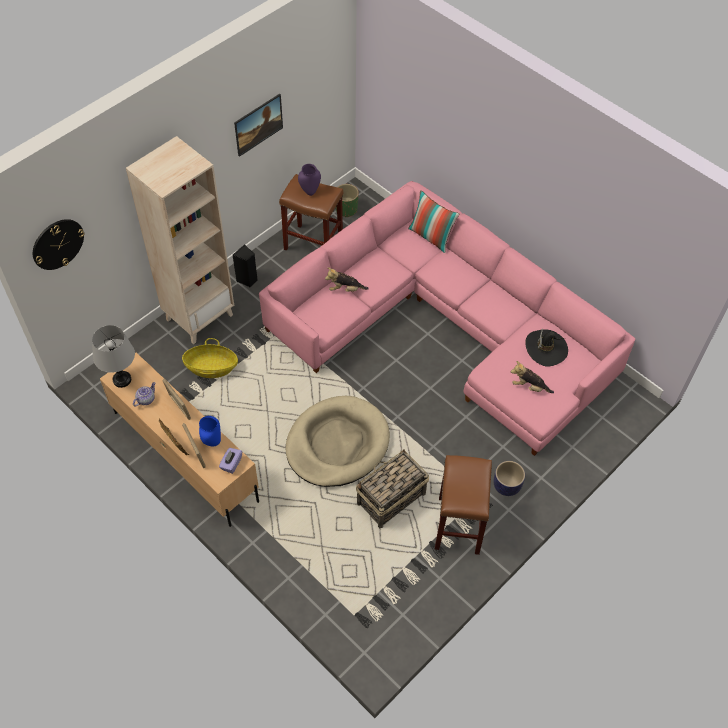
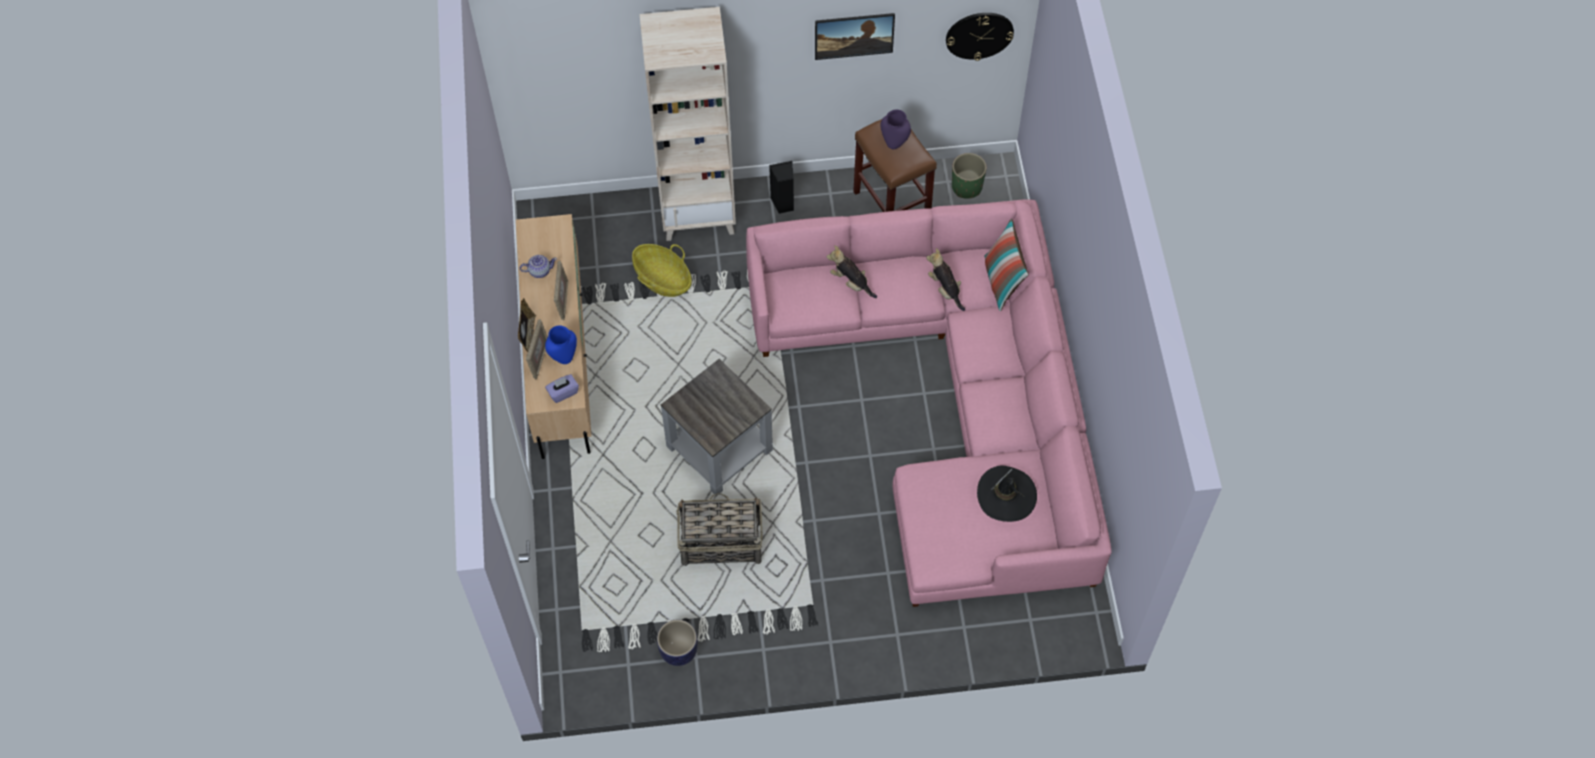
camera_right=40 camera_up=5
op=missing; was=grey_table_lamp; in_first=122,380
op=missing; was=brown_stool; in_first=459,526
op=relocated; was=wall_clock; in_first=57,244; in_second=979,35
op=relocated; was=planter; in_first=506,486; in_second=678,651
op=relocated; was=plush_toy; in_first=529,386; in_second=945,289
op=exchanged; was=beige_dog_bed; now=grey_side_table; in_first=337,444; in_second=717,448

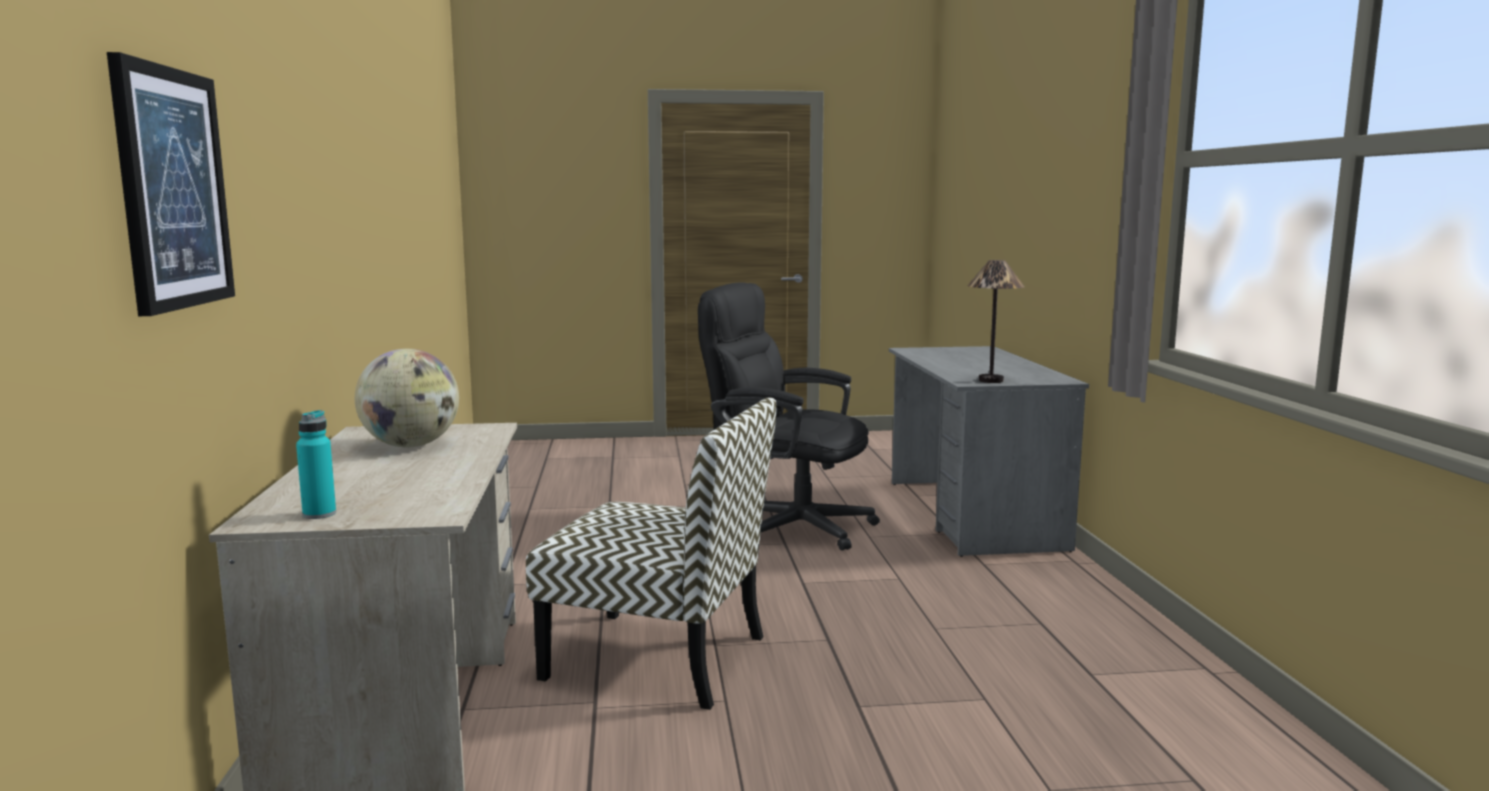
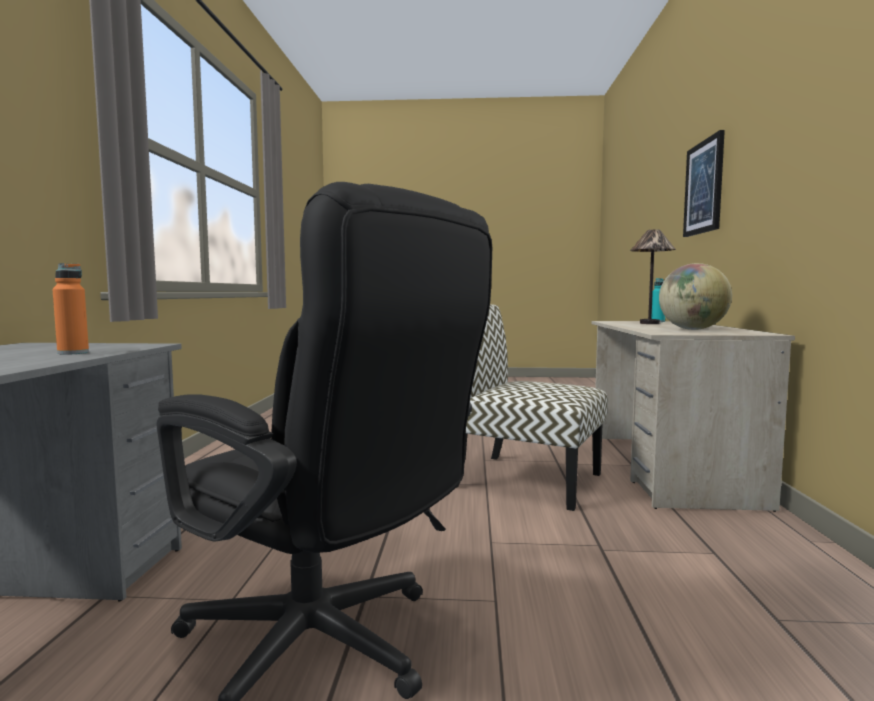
camera_right=-170 camera_up=-5
op=appeared; now=orange_bottle; in_second=73,353
op=relocated; was=table_lamp; in_first=991,381; in_second=649,323

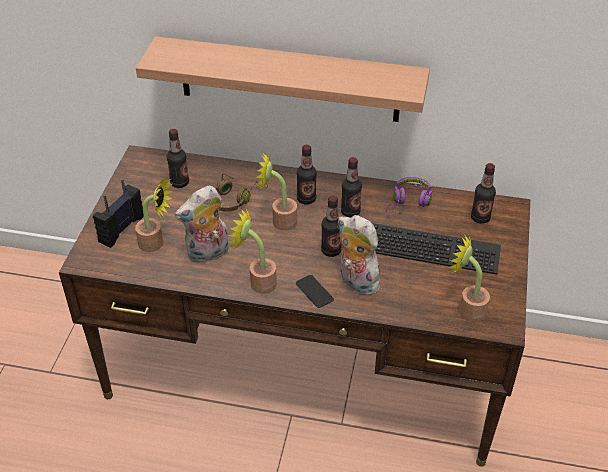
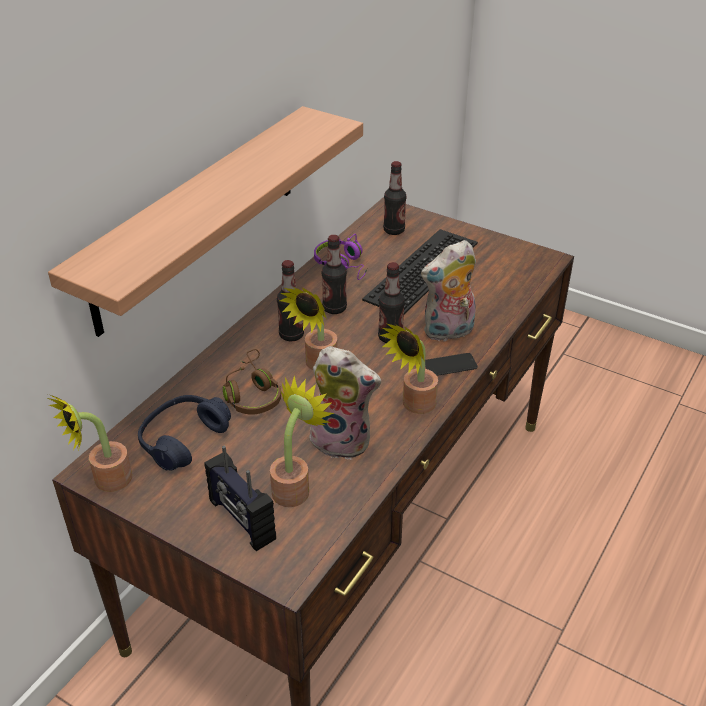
camera_right=-70 camera_up=-5
op=relocated; was=potted_plant; in_first=467,309; in_second=106,482
op=exchanged; was=bottle; now=blue_headphones; in_first=179,183; in_second=183,439
op=spun; was=plush_toy; in_first=208,254; in_second=343,440; clockwise=-60

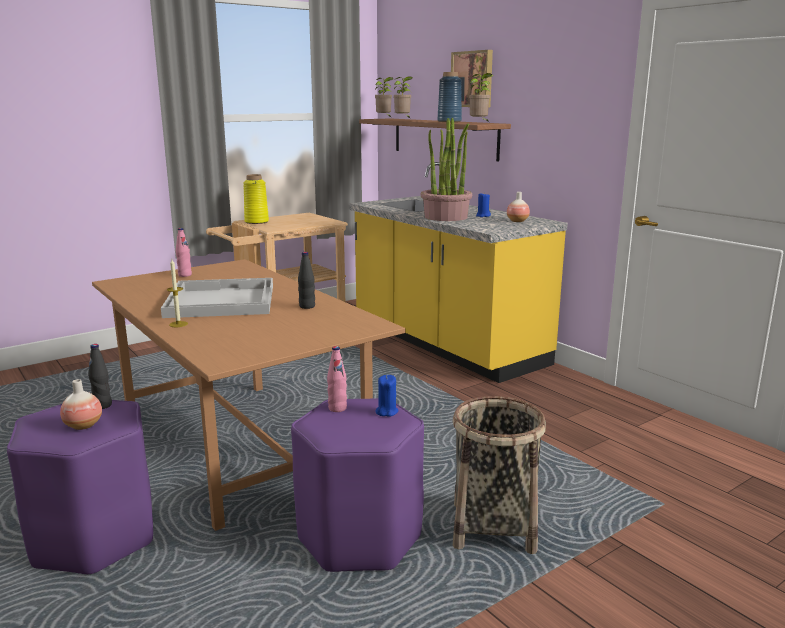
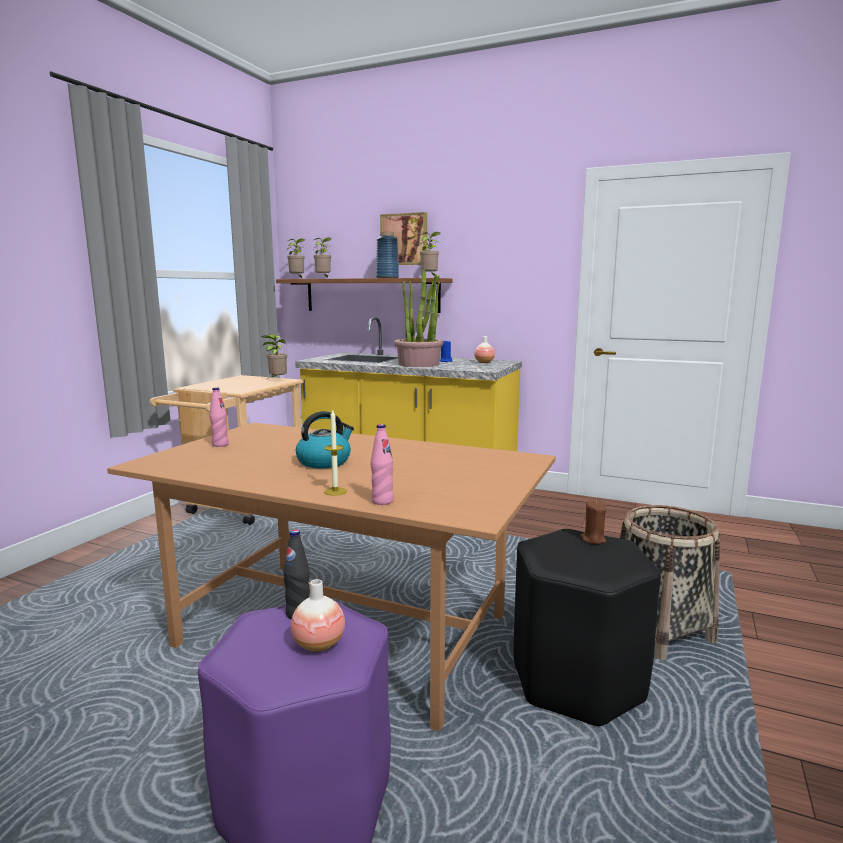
camera_right=-30 camera_up=-5
op=missing; was=yellow_vase; in_first=256,222
op=missing; was=black_bottle; in_first=307,306
op=appeared; now=potted_plant; in_second=277,380
op=relocated; was=pink_bottle; in_first=337,408; in_second=382,501
op=exchanged; was=white_tray; now=kettle; in_first=220,300; in_second=324,462
op=colour; was=purple_stool; now=black_stool; in_first=359,538; in_second=577,682
op=colour; was=blue_candle; now=brown_candle; in_first=386,411; in_second=593,539

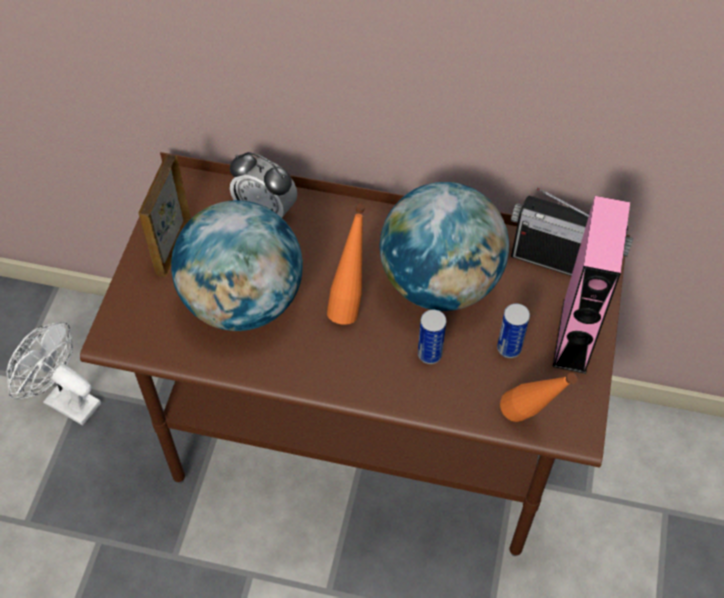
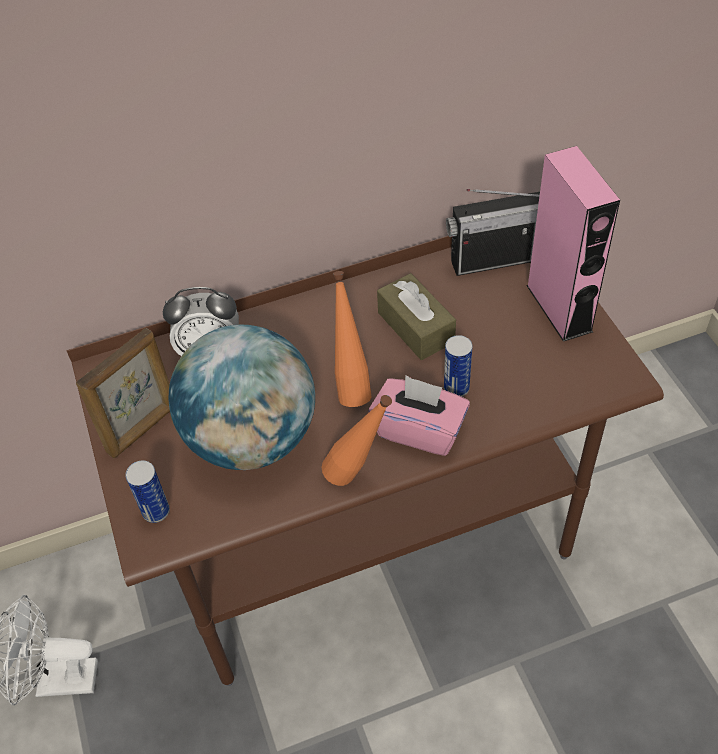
camera_right=-30 camera_up=-5
op=appeared; now=pink_tissue_box; in_second=419,430
op=relocated; was=can; in_first=509,348; in_second=156,511
op=relocated; was=orange_bottle; in_first=528,422; in_second=358,478
op=exchanged; was=globe; now=brown_tissue_box; in_first=440,283; in_second=416,327
op=spun; was=picture_frame; in_first=173,247; in_second=143,429; clockwise=-120

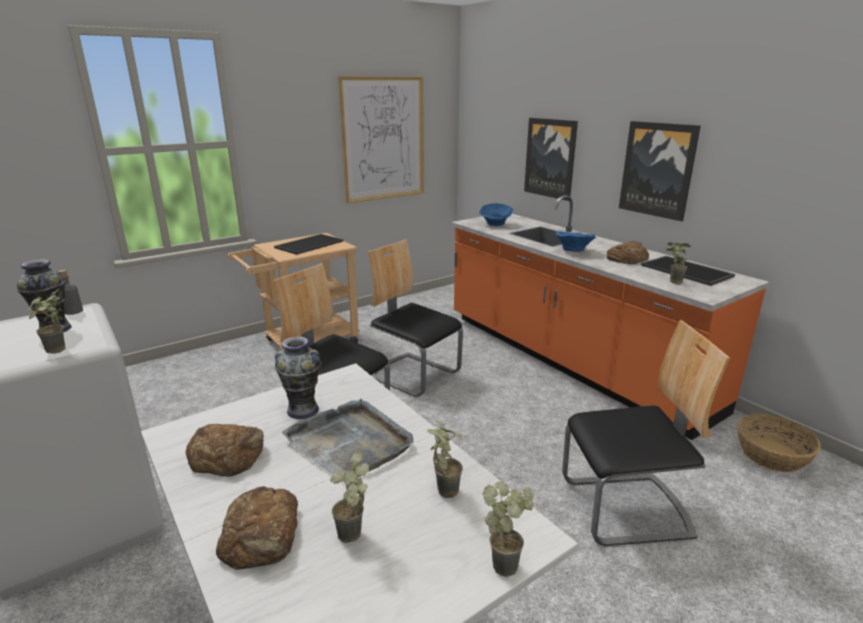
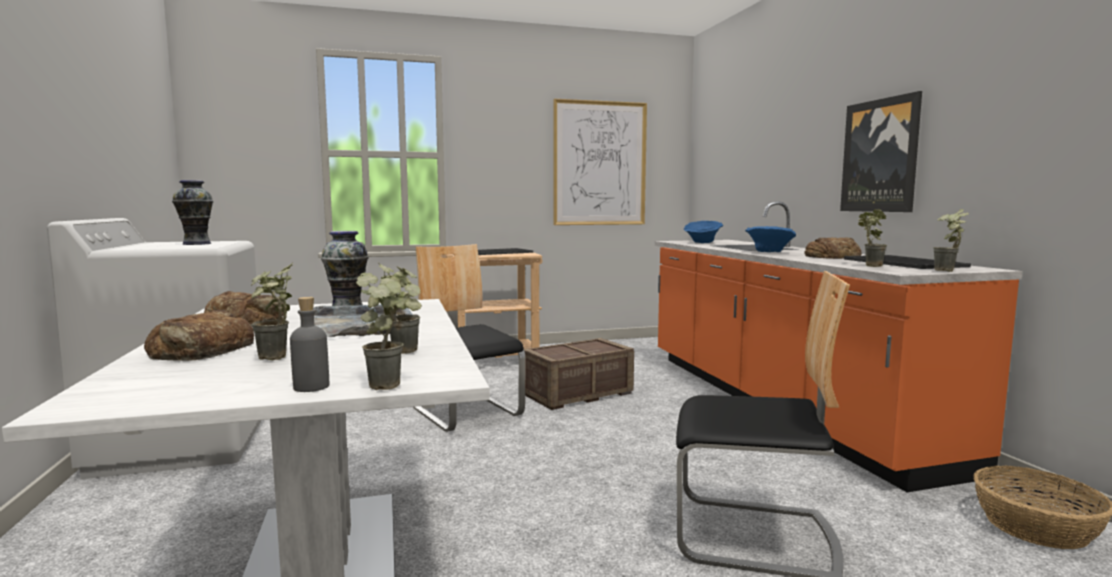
camera_right=20 camera_up=-15
op=missing; was=picture; in_first=550,158
op=relocated; was=potted_plant; in_first=56,352; in_second=948,271
op=relocated; was=grey_bottle; in_first=73,311; in_second=311,387
op=exchanged; was=chair; now=crate; in_first=414,375; in_second=577,393

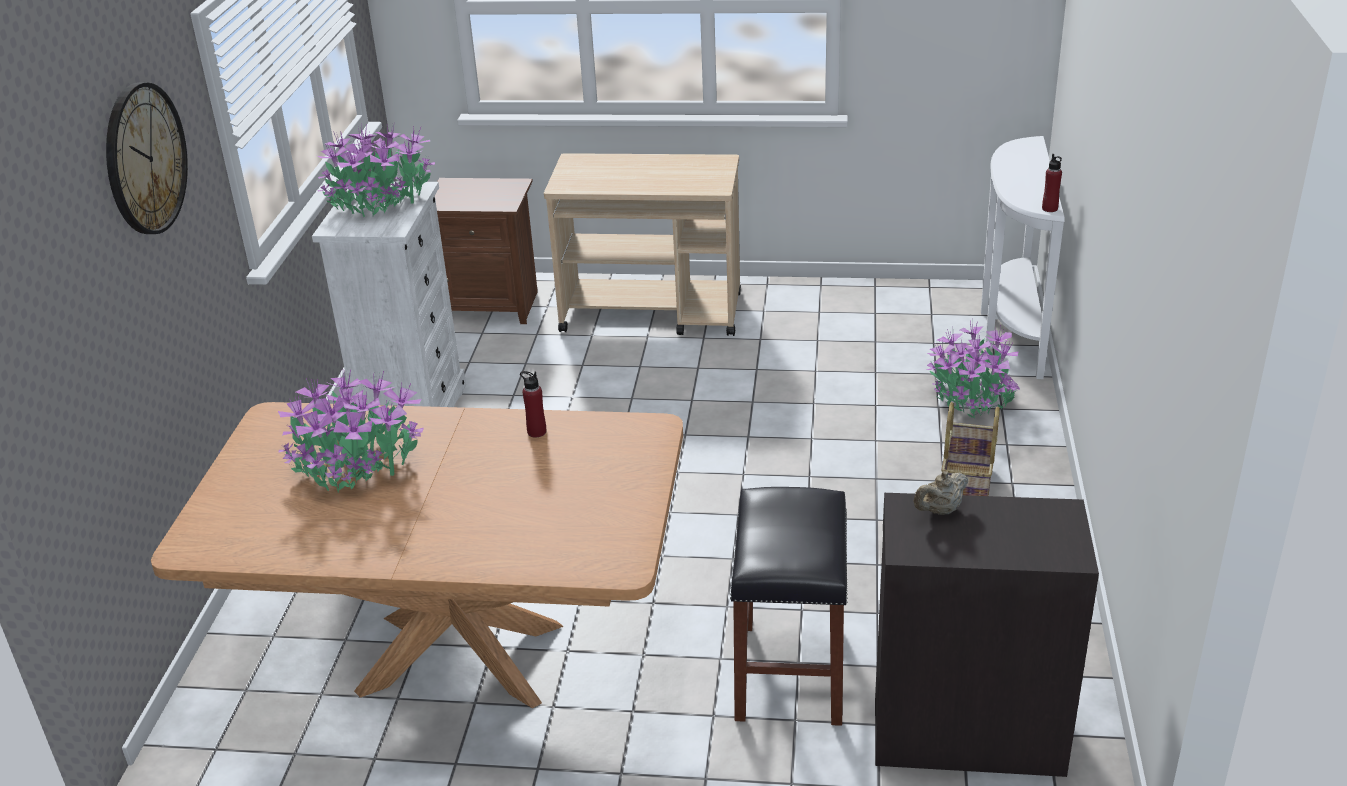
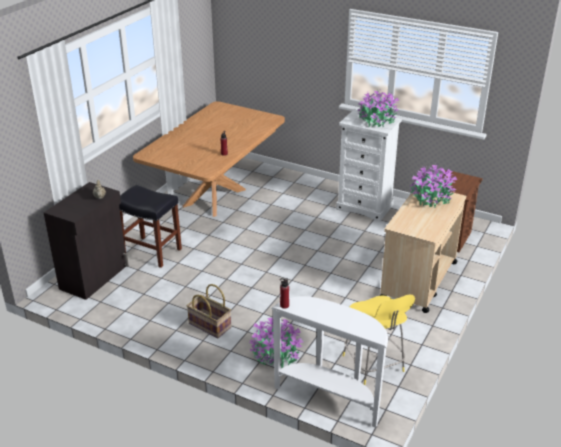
camera_right=110 camera_up=0
op=missing; was=wall_clock; in_first=144,158
op=appeared; now=yellow_stool; in_second=374,365
op=relocated; was=potted_plant; in_first=357,465; in_second=430,199

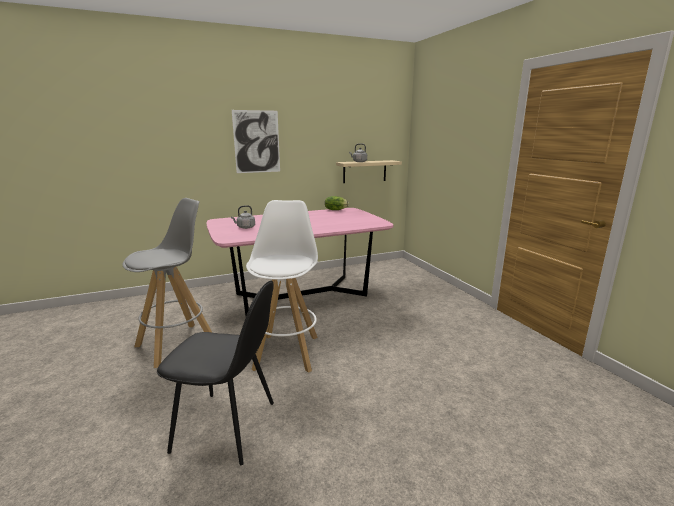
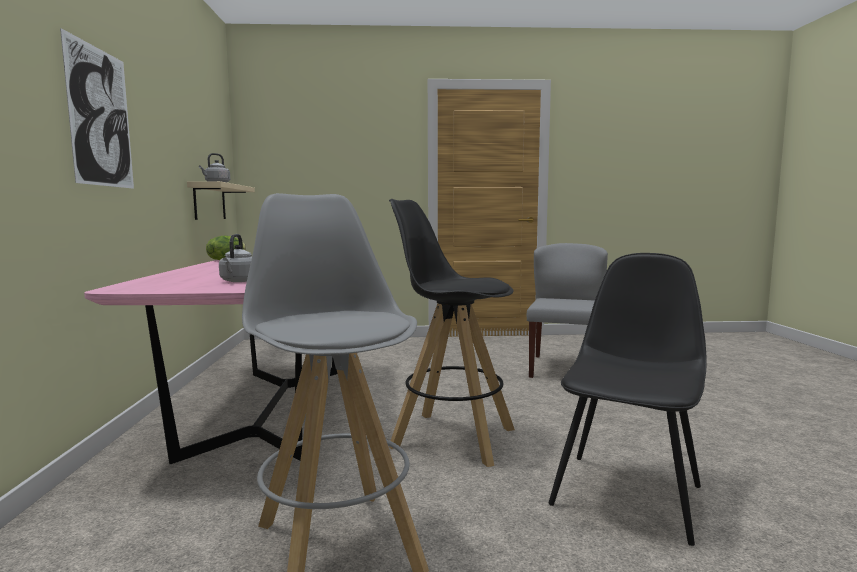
camera_right=-70 camera_up=-10
op=appeared; now=grey_chair; in_second=565,368
op=colour; was=white_stool; now=black_stool; in_first=287,351; in_second=452,437

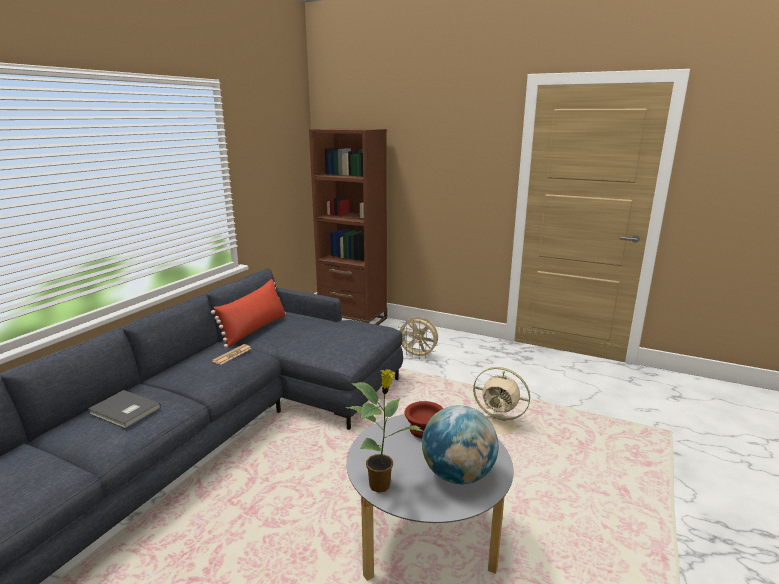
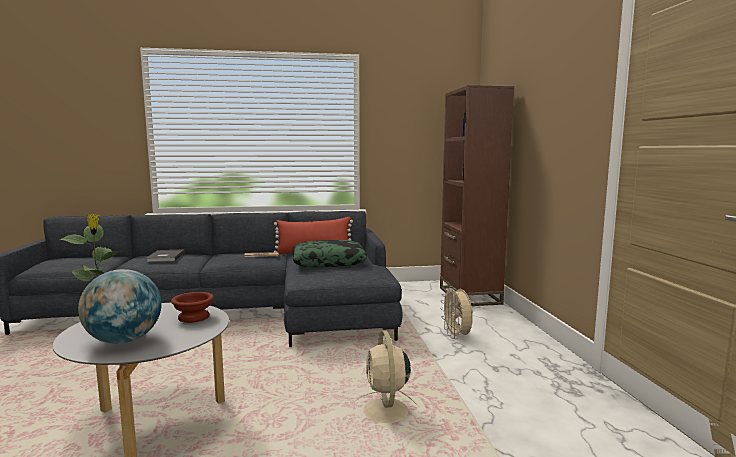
camera_right=55 camera_up=-10
op=appeared; now=pillow; in_second=329,262

